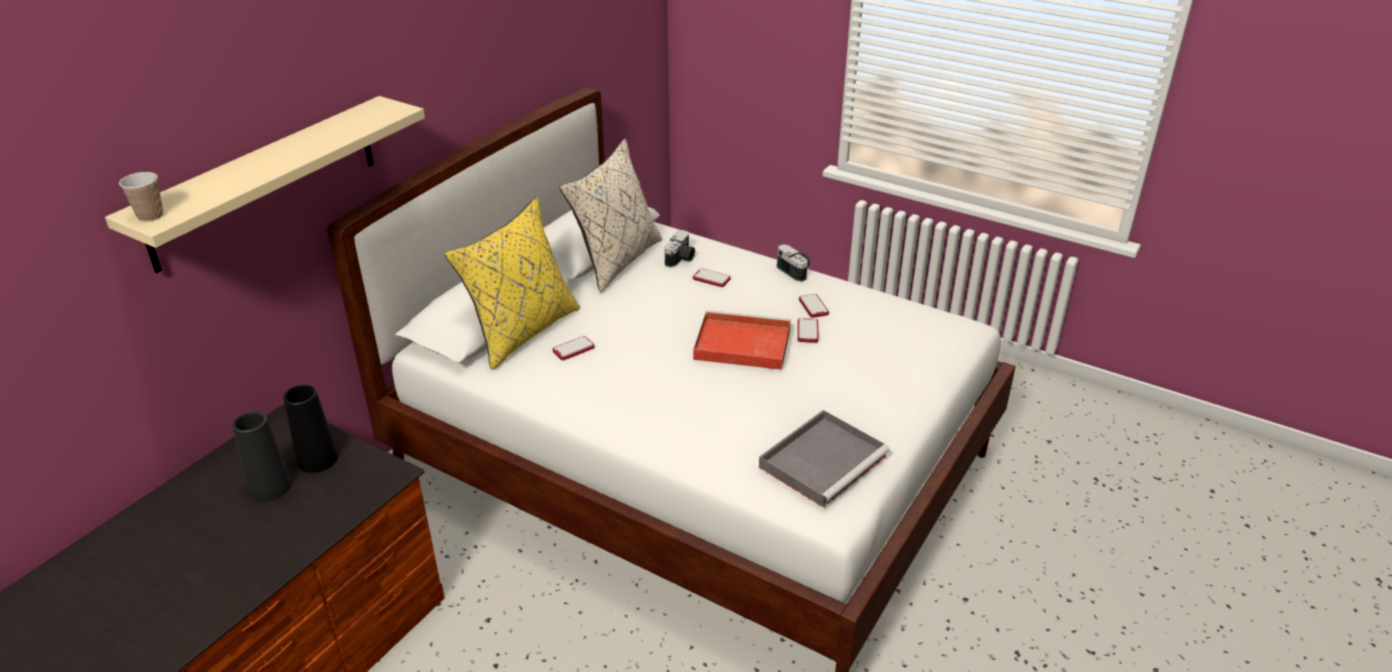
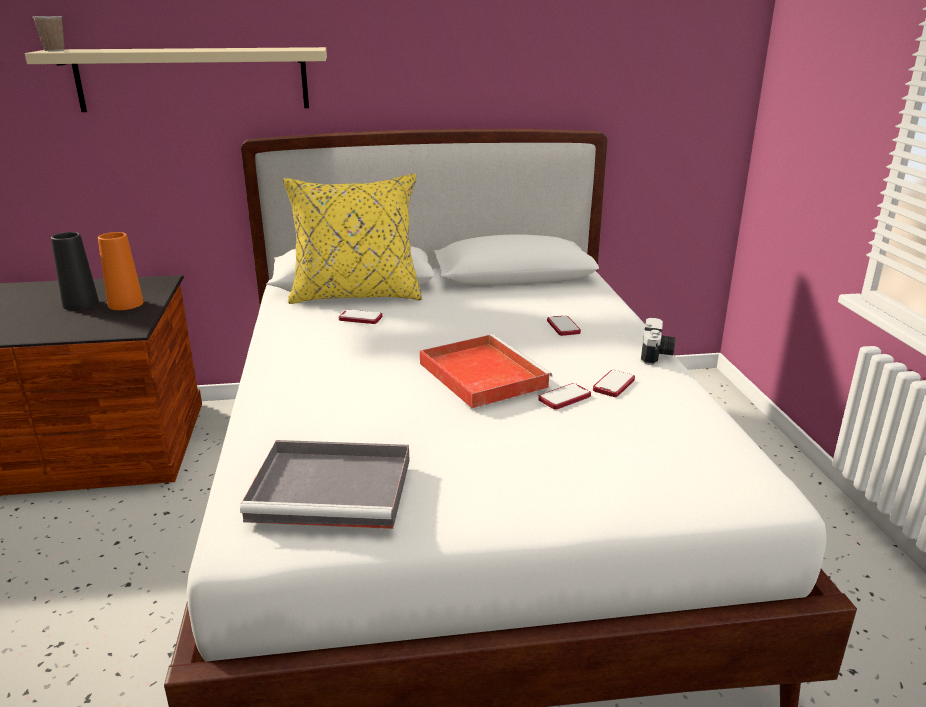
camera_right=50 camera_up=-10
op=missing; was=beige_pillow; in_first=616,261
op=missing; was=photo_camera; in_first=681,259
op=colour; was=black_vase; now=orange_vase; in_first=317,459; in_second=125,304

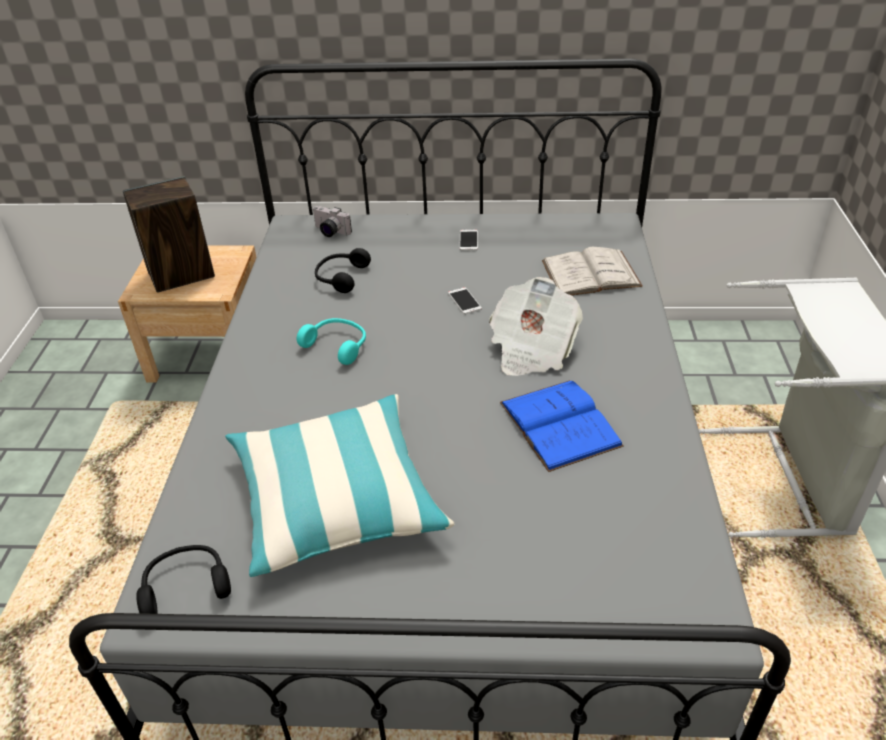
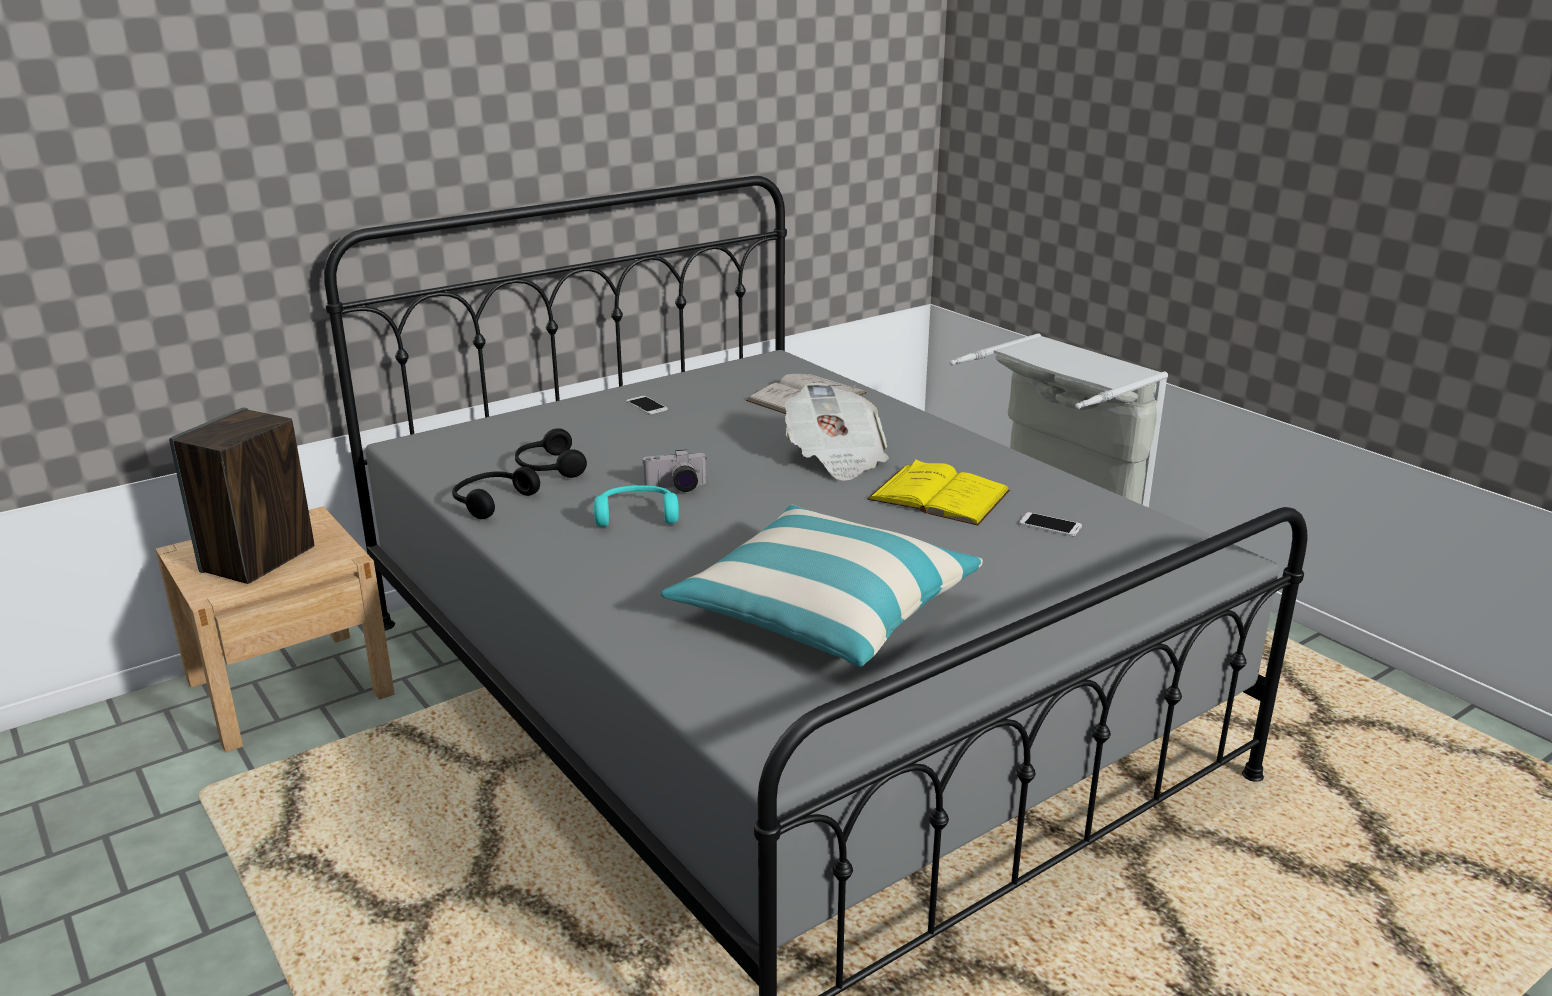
camera_right=-40 camera_up=-15
op=relocated; was=black_headphones; in_first=186,585; in_second=491,502
op=relocated; was=photo_camera; in_first=329,232; in_second=676,488
op=relocated; was=phone; in_first=464,301; in_second=1050,525
op=colour; was=blue_book; now=yellow_book; in_first=559,424; in_second=939,495

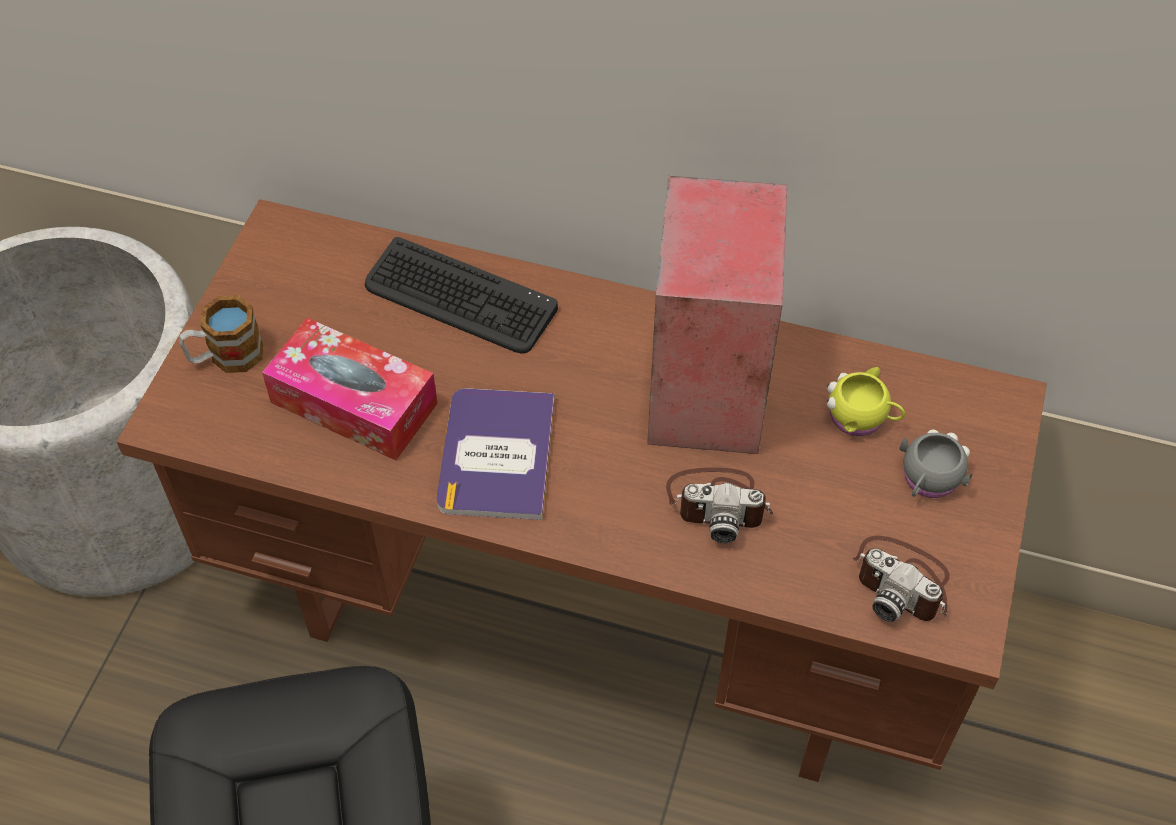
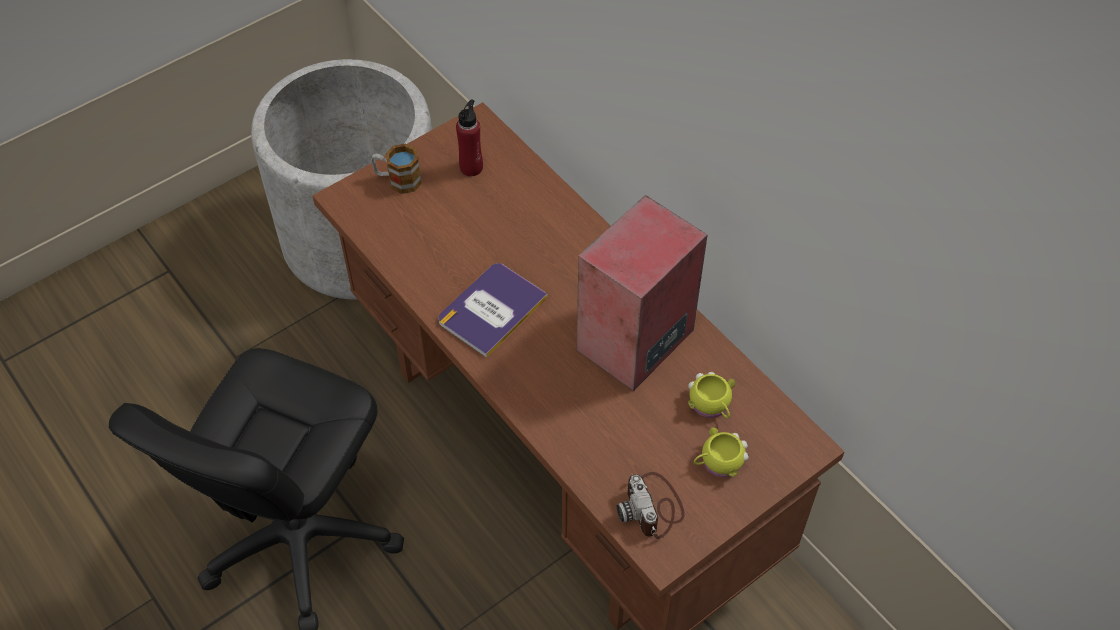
camera_right=35 camera_up=0
op=missing; was=tissue_box; in_first=354,403
op=missing; was=keyboard; in_first=459,298
op=missing; was=photo_camera; in_first=718,503
op=appeared; now=red_bottle; in_second=471,167
op=colour; was=grey_mug; now=yellow_mug; in_first=928,480; in_second=718,463

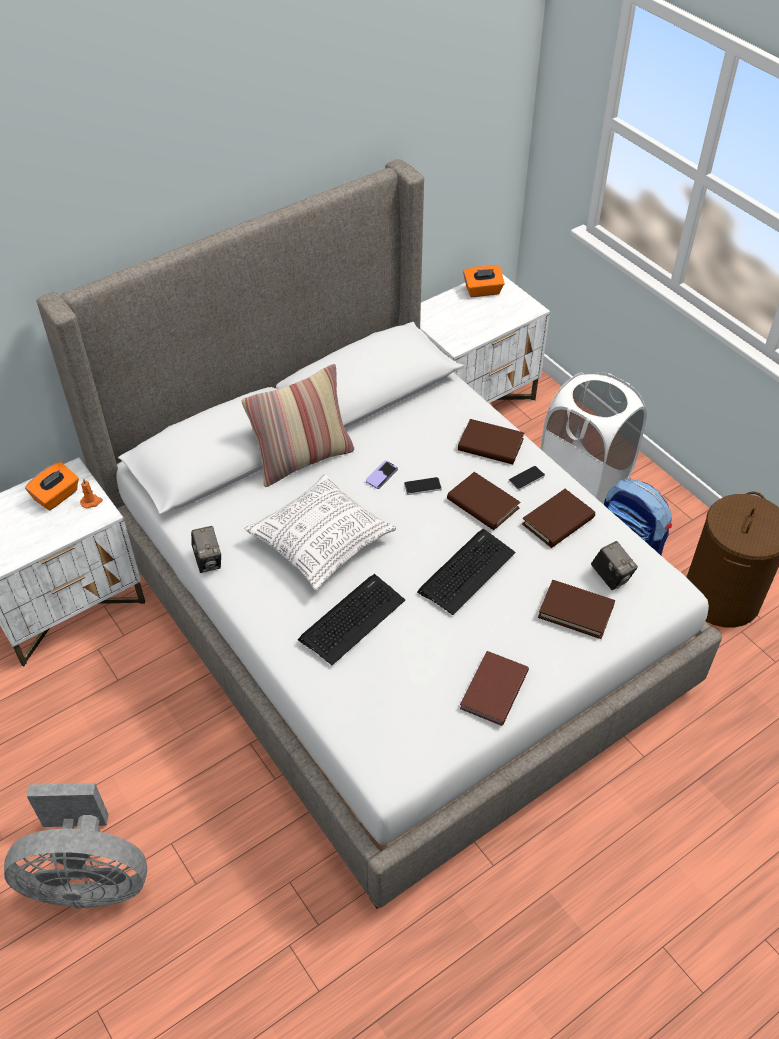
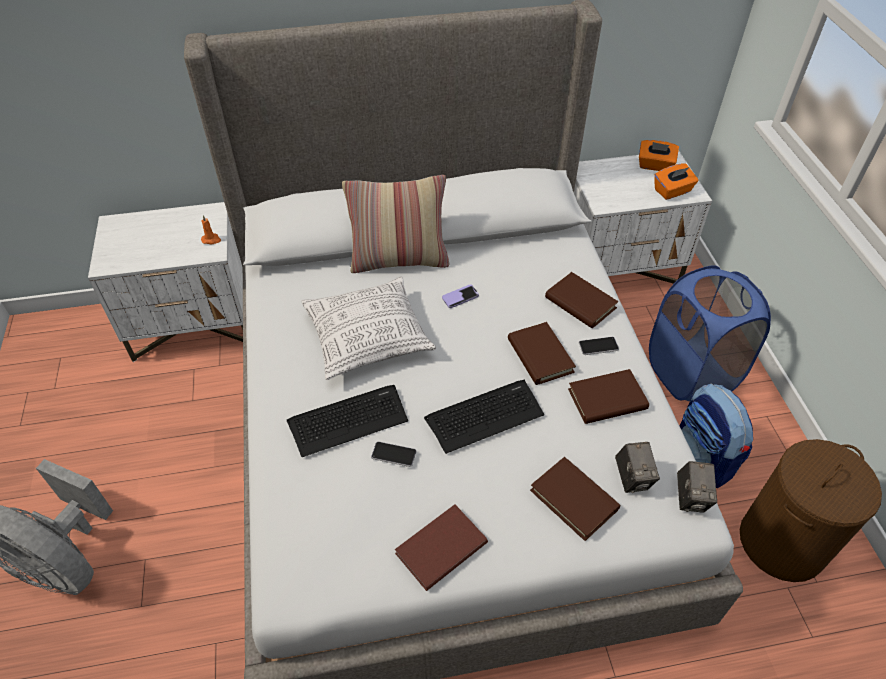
camera_right=25 camera_up=0
op=relocated; was=orange_tissue_box; in_first=57,496; in_second=672,191
op=relocated; was=photo_camera; in_first=208,561; in_second=691,497
op=relocated; was=phone; in_first=422,486; in_second=394,454
op=colour; was=white_laundry_basket; now=blue_laundry_basket; in_first=583,480; in_second=691,374

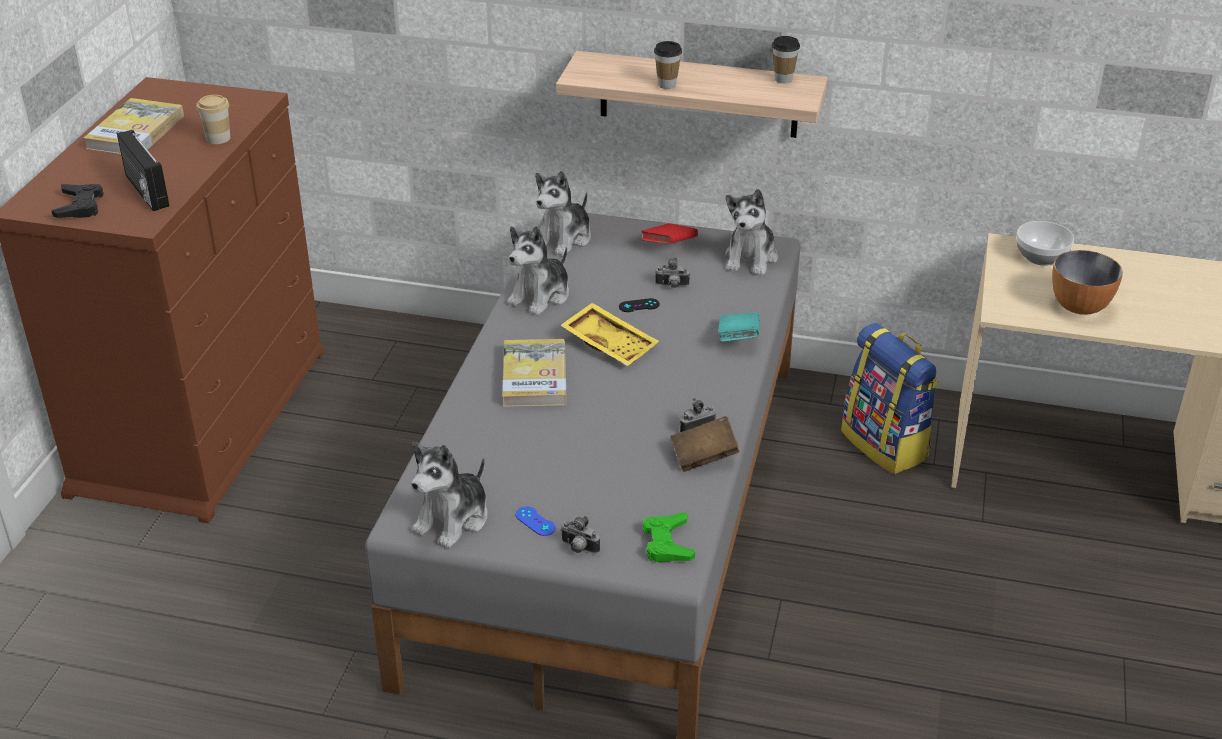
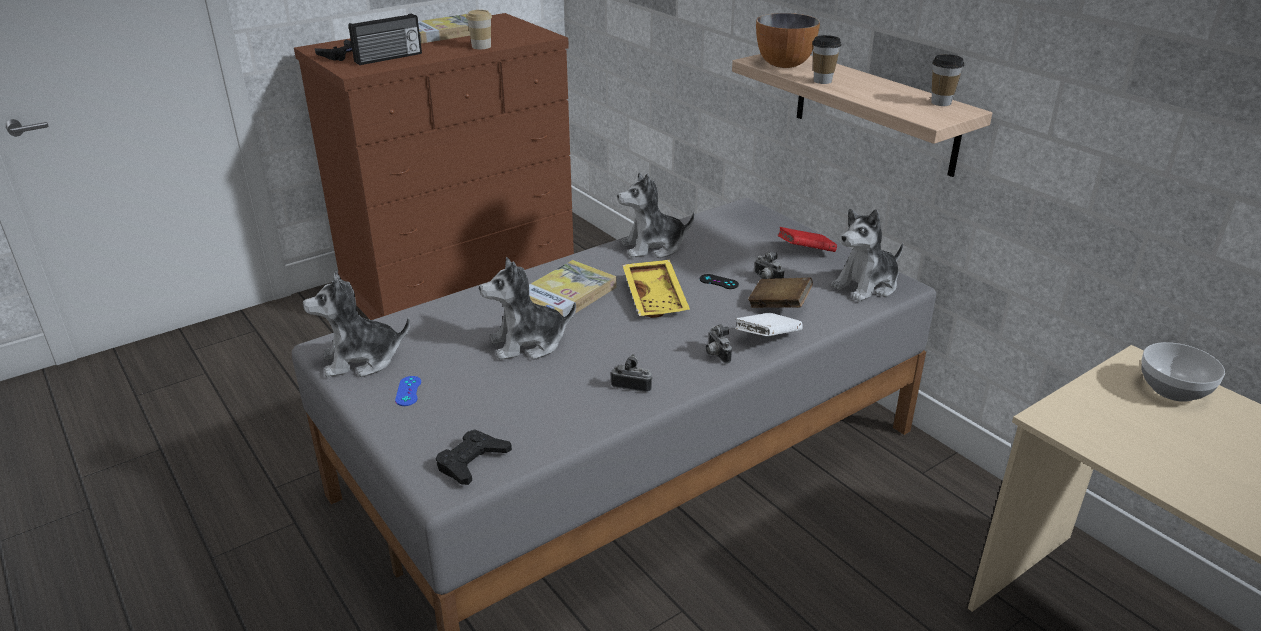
camera_right=40 camera_up=-5
op=missing; was=backpack; in_first=886,445
op=relocated; was=plush_toy; in_first=564,239; in_second=528,344
op=relocated; was=photo_camera; in_first=578,548; in_second=715,355
op=relocated; was=brown_book; in_first=704,457; in_second=779,305
op=relocated; was=bowl; in_first=1080,307; in_second=784,64
op=colour; was=green_game_controller; now=black_game_controller; in_first=667,543; in_second=472,462
op=colour; was=turquoise_book; now=white_book; in_first=738,339; in_second=767,338
op=spun; was=radio; in_first=145,191; in_second=389,58; clockwise=-135

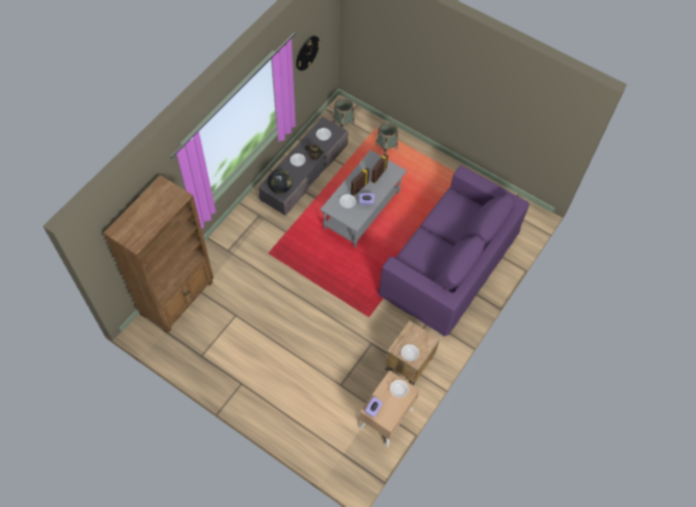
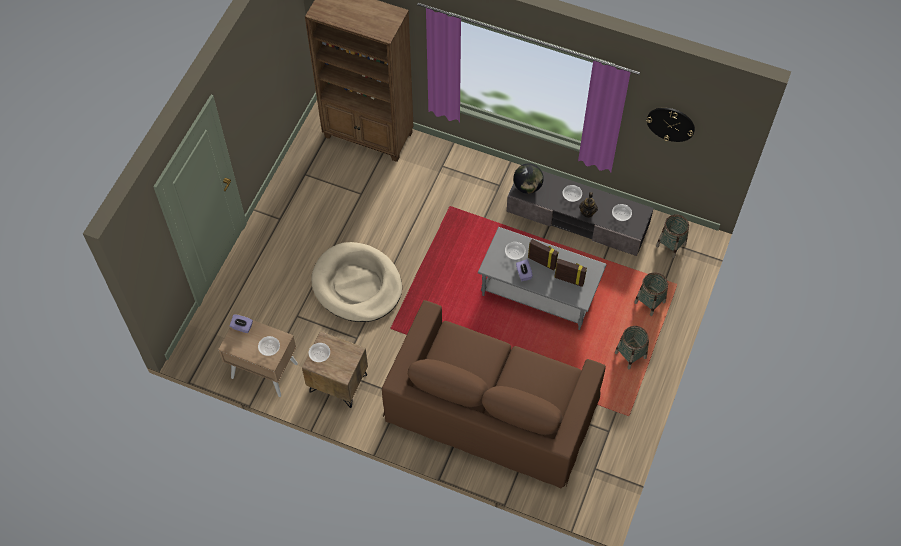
camera_right=80 camera_up=0
op=appeared; now=beige_dog_bed; in_second=357,285
op=appeared; now=basket; in_second=630,355
op=colour; was=purple_sofa; now=brown_sofa; in_first=450,262; in_second=491,408

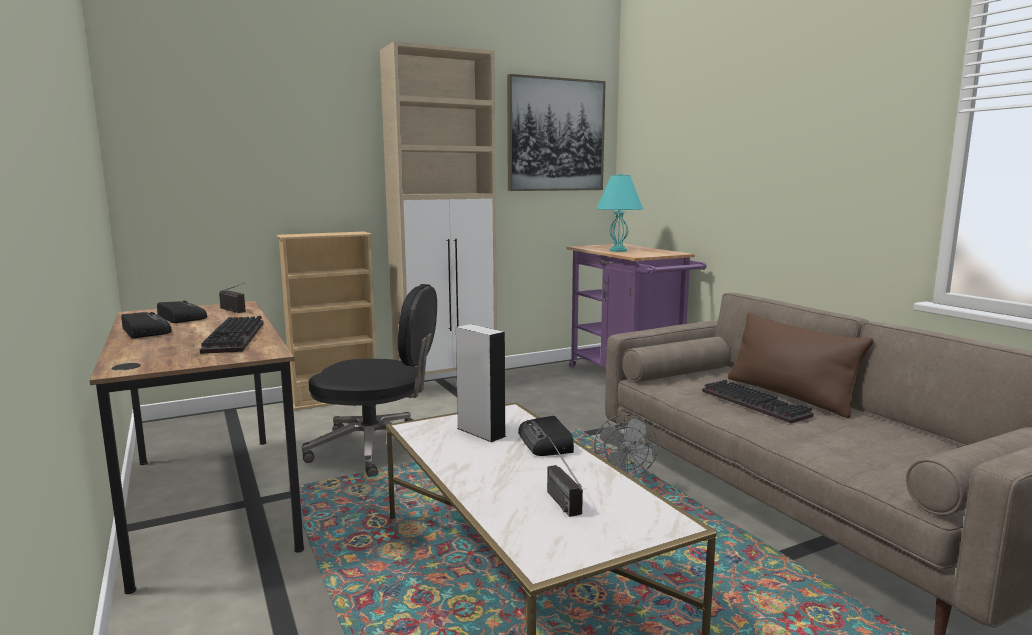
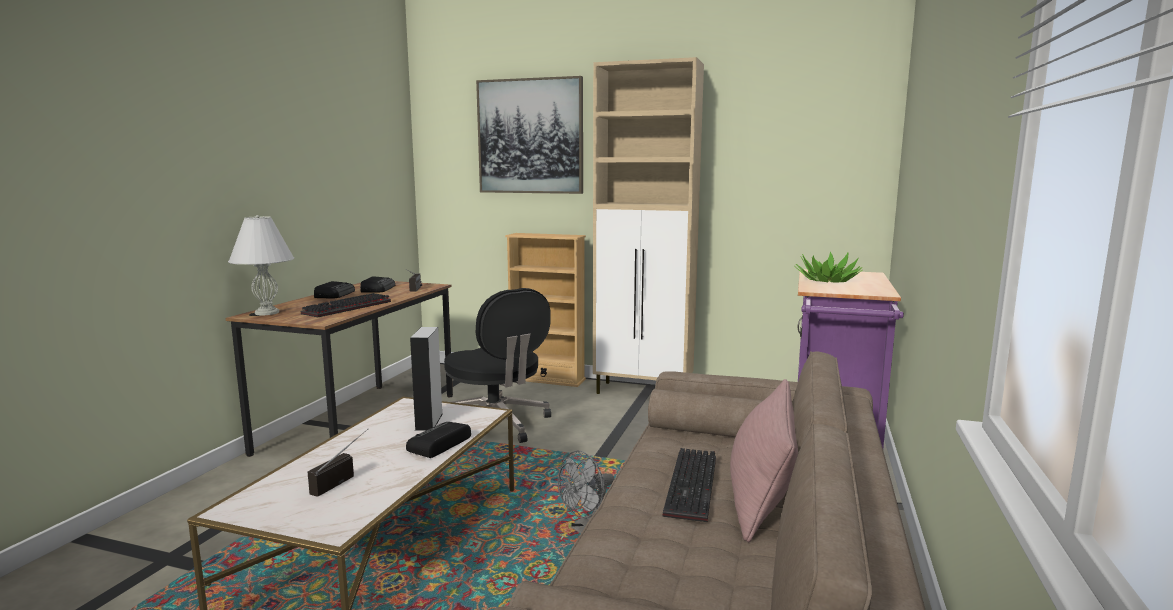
camera_right=45 camera_up=0
op=appeared; now=white_table_lamp; in_second=267,312
op=relocated; was=picture; in_first=556,135; in_second=530,136
op=exchanged; was=turquoise_table_lamp; now=potted_plant; in_first=618,250; in_second=827,280
op=colour; was=brown_pillow; now=pink_pillow; in_first=789,395; in_second=762,495

